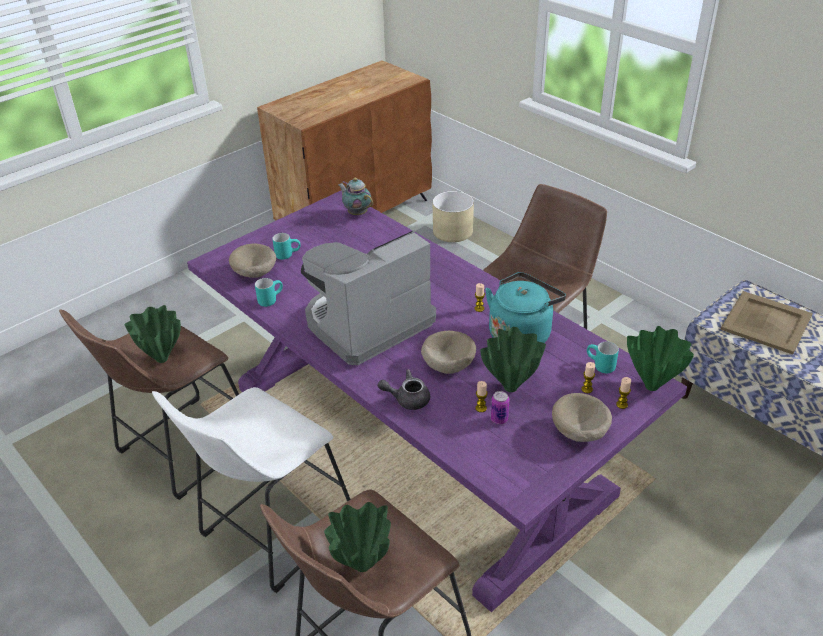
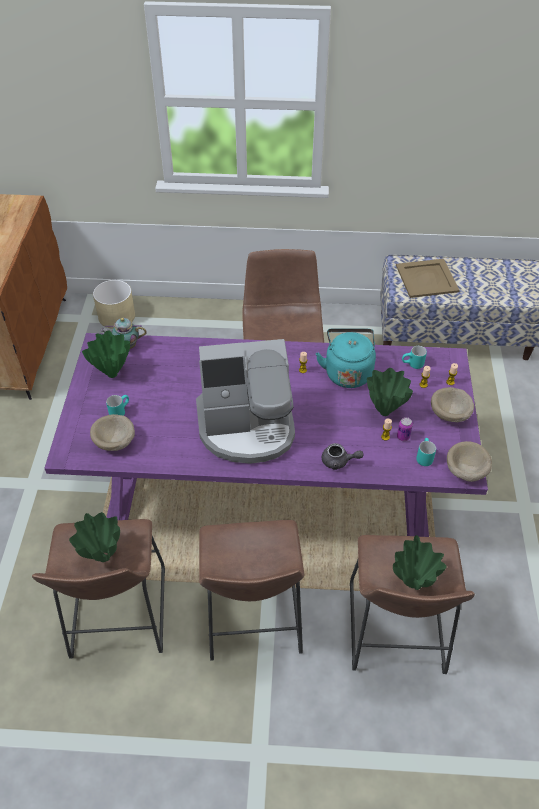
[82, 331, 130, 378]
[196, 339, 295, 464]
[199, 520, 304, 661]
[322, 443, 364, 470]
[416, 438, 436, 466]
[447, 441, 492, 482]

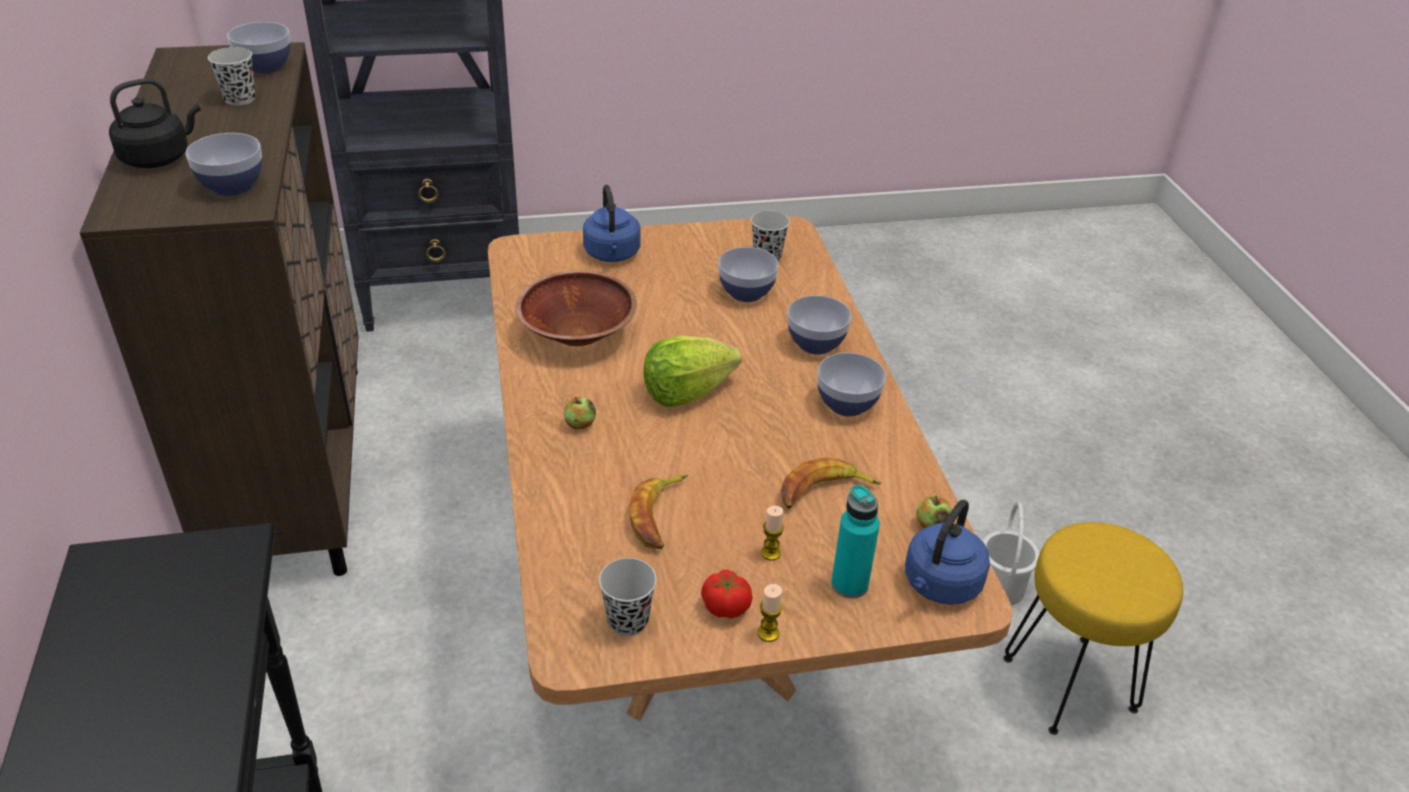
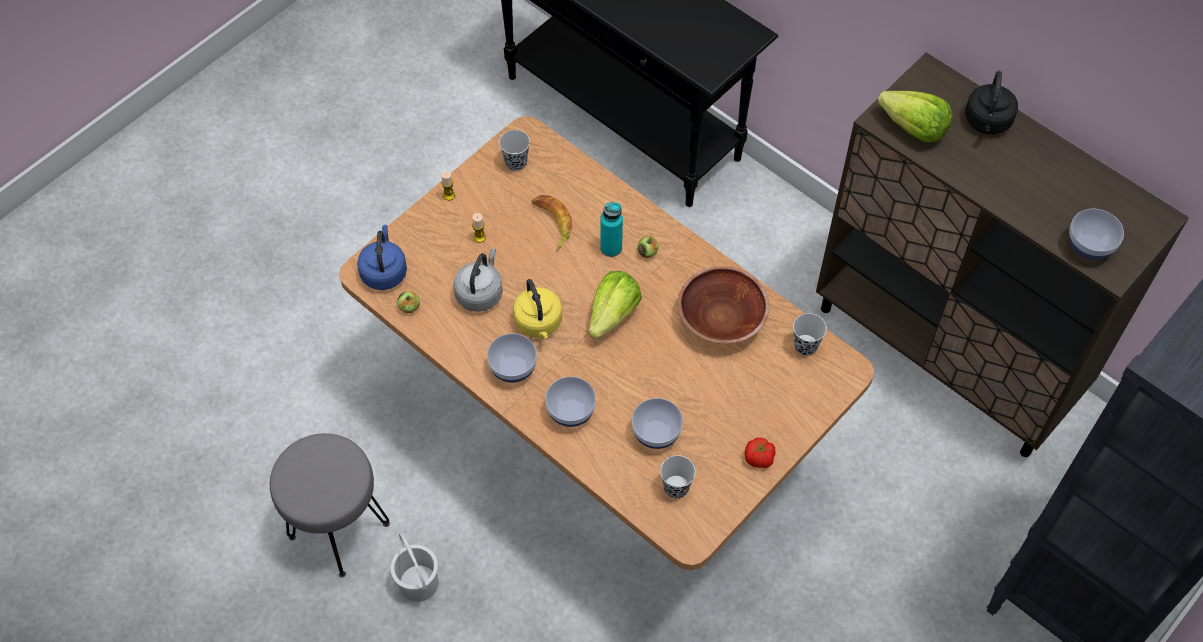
[270, 433, 390, 578]
[453, 248, 503, 312]
[513, 279, 562, 339]
[600, 202, 623, 257]
[745, 438, 776, 468]
[793, 313, 827, 356]
[877, 91, 953, 143]
[583, 184, 641, 262] (first image)

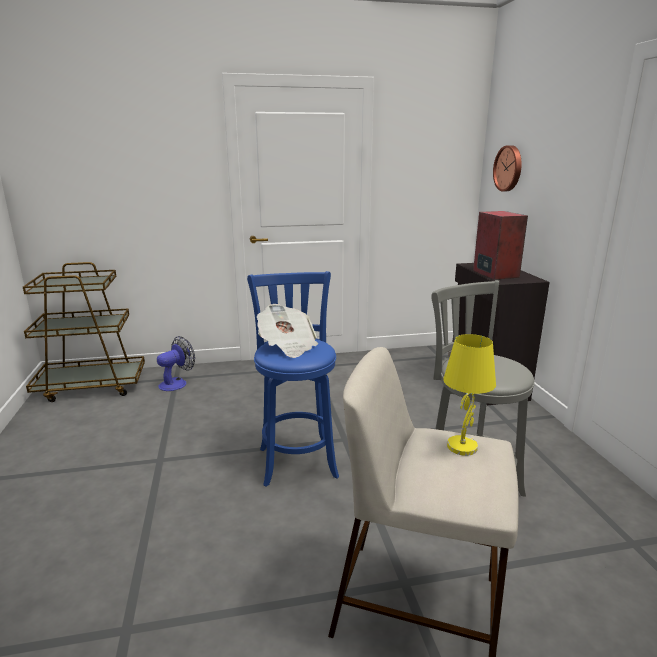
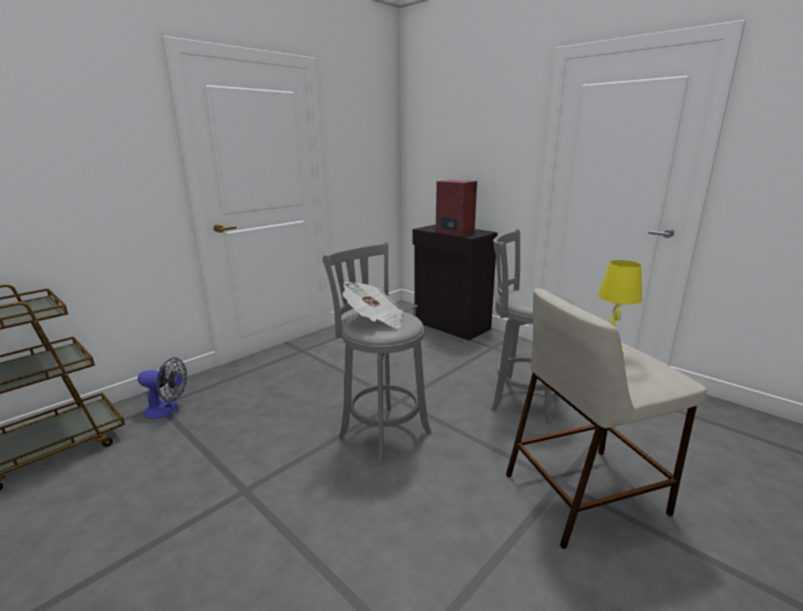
[138, 357, 187, 419]
[323, 242, 431, 466]
[493, 145, 522, 191] (first image)

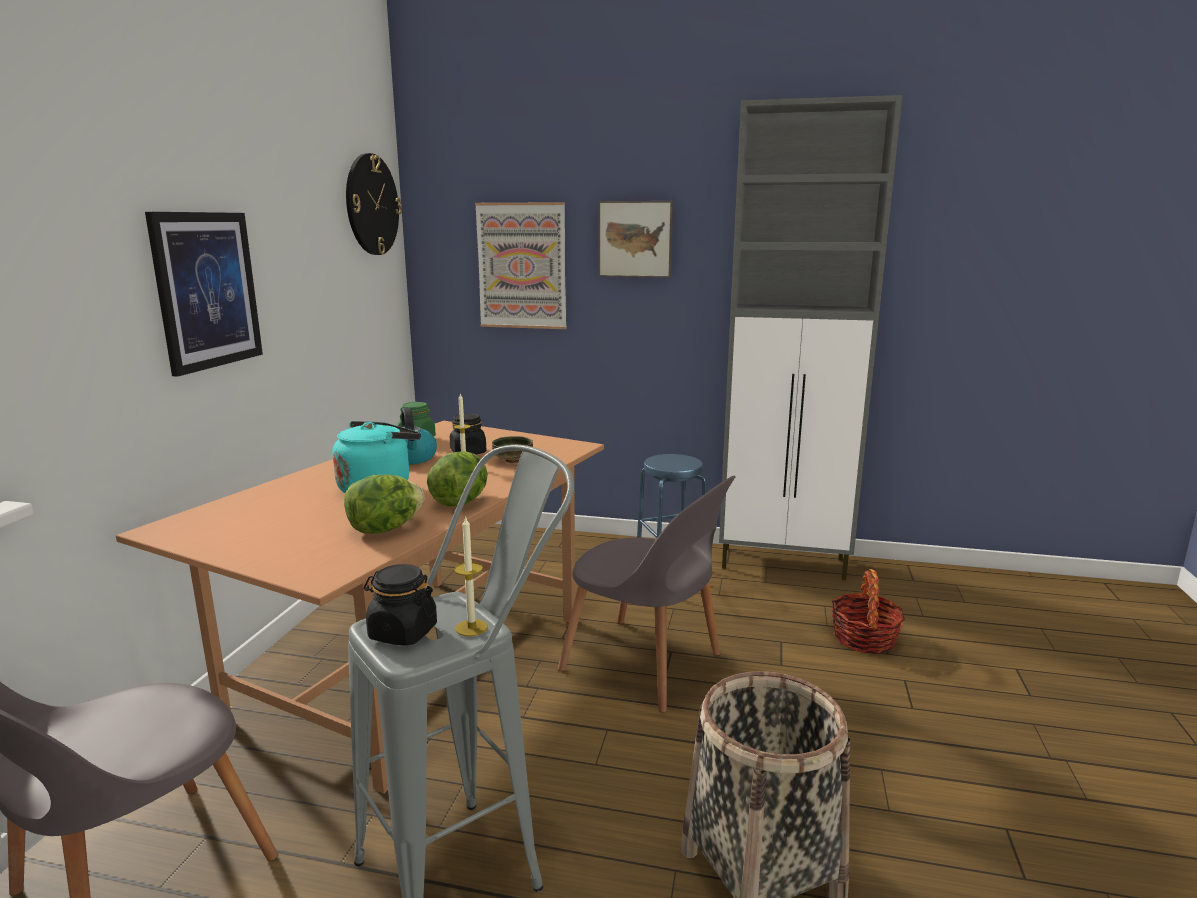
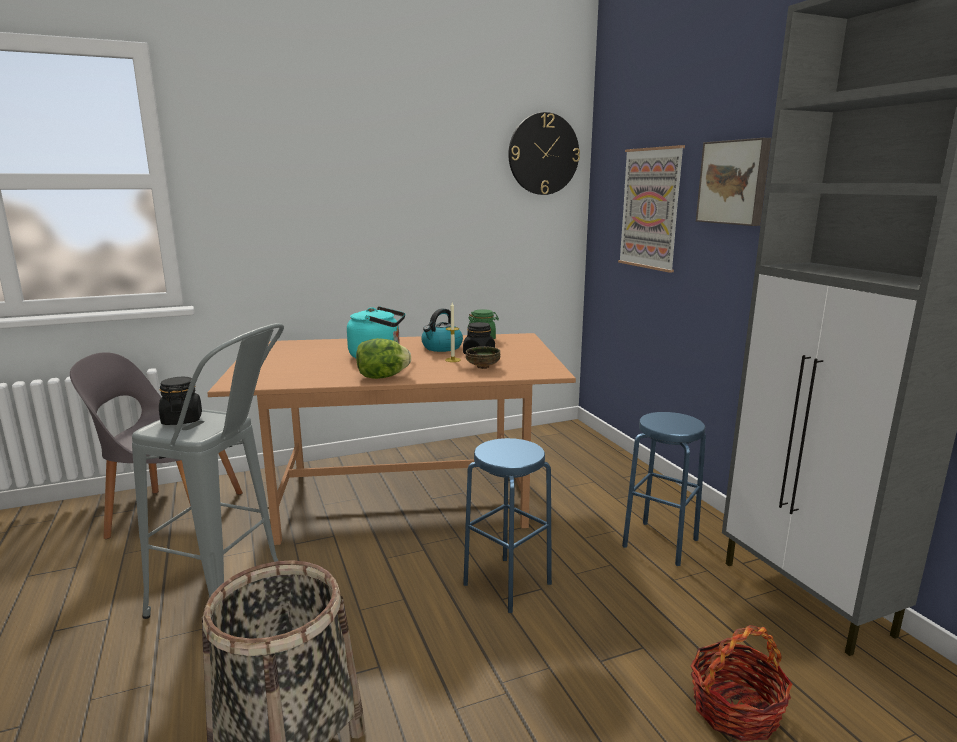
[463, 438, 552, 613]
[145, 212, 263, 377] (first image)
[344, 474, 424, 534] (first image)
[454, 516, 488, 636] (first image)

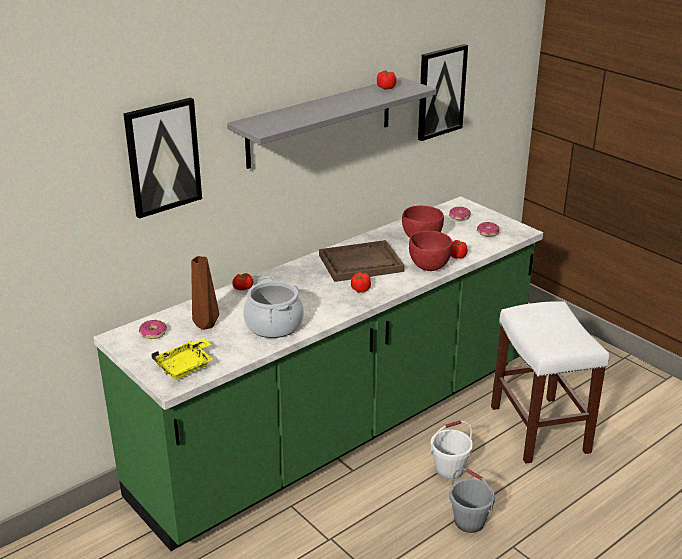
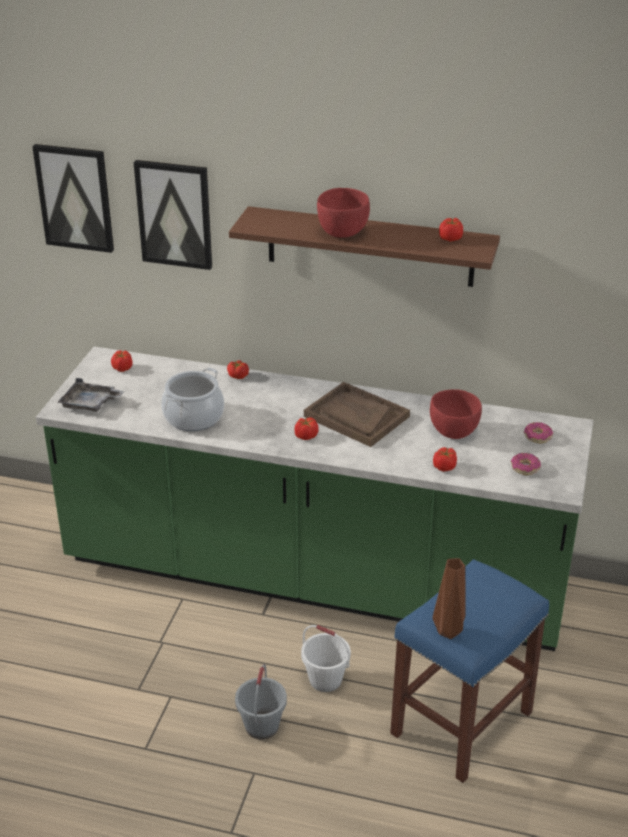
[32, 144, 114, 253]
[57, 378, 124, 412]
[111, 350, 133, 372]
[229, 206, 500, 287]
[317, 188, 370, 238]
[390, 559, 549, 783]
[433, 558, 466, 639]

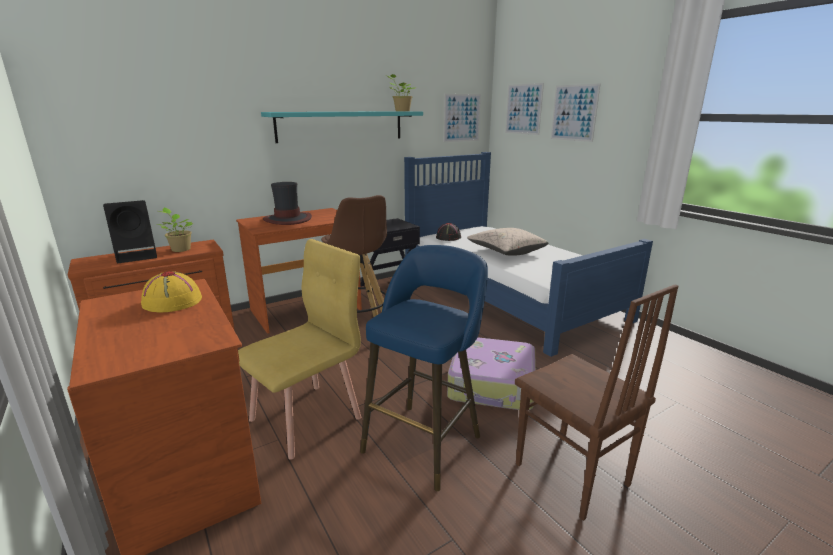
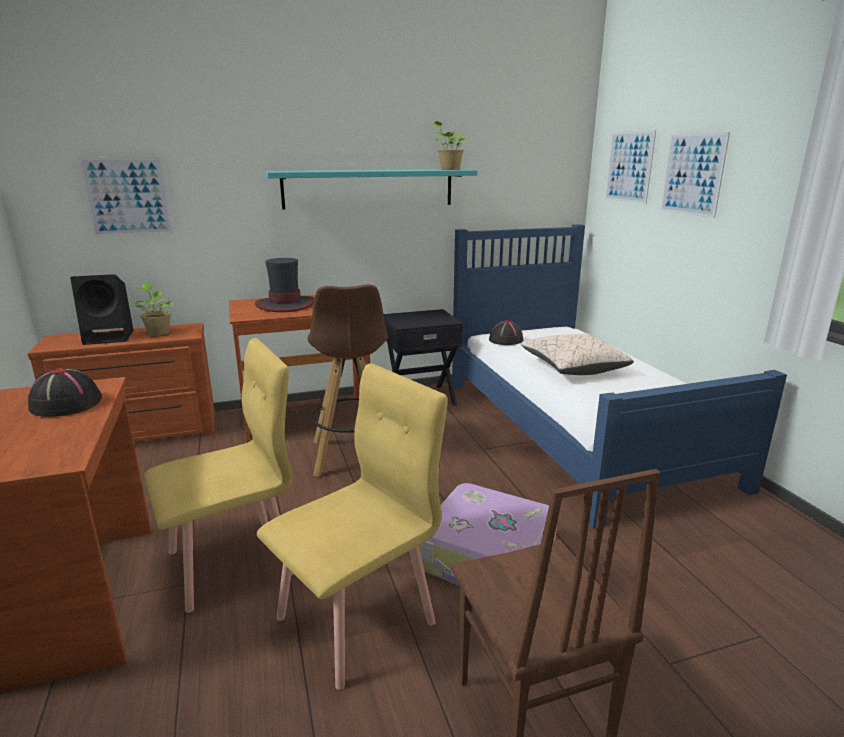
[28, 368, 102, 417]
[78, 157, 174, 237]
[257, 363, 447, 690]

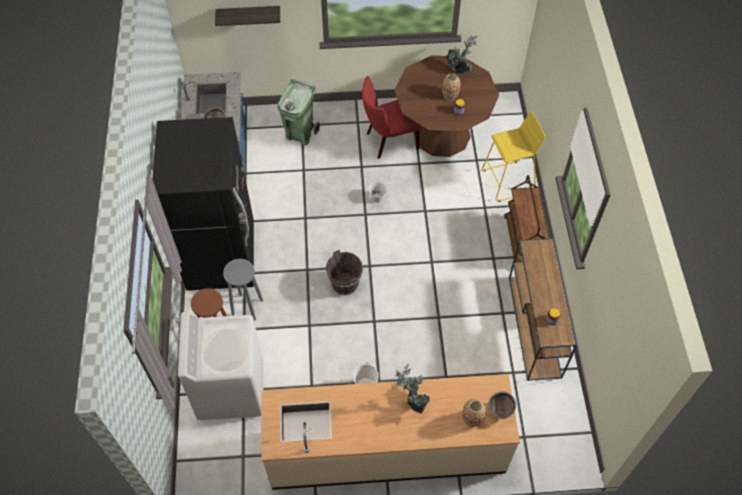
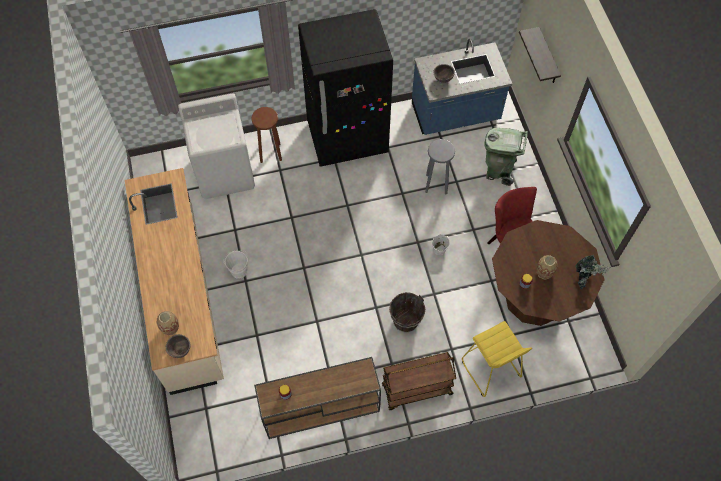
[389, 292, 425, 333]
[425, 139, 455, 194]
[395, 363, 430, 414] (first image)

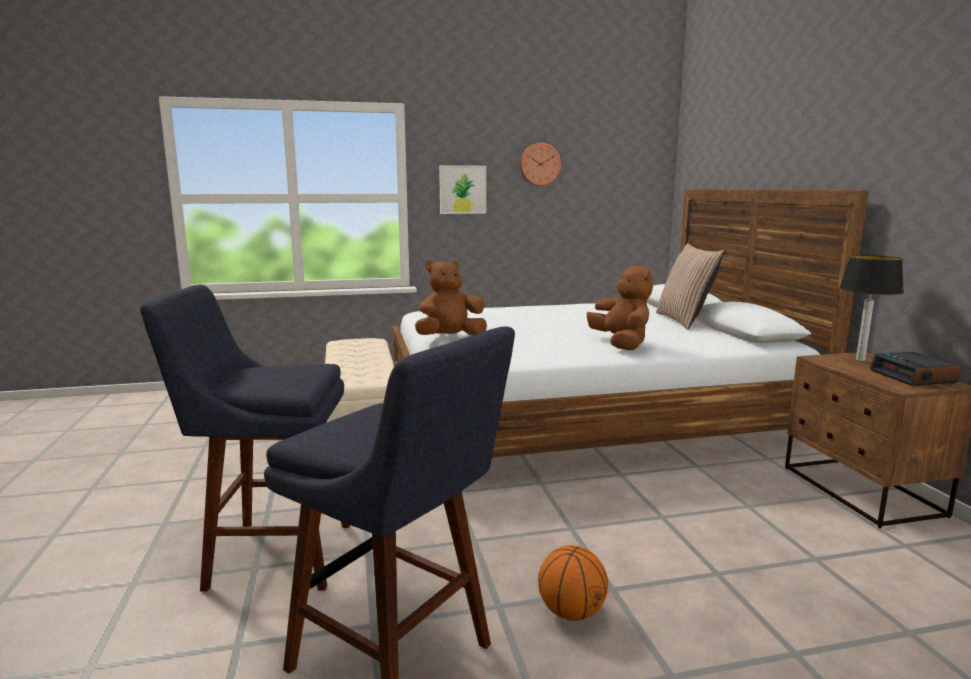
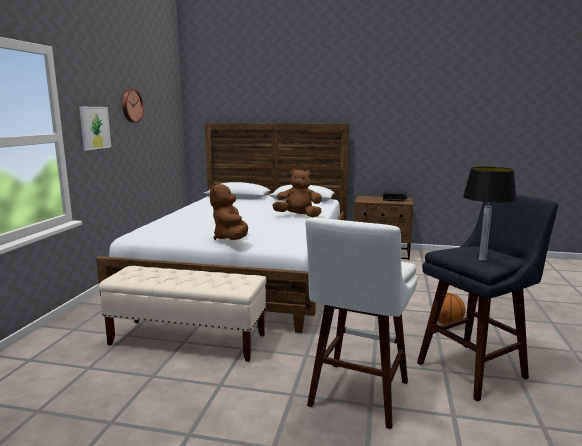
[306, 218, 418, 429]
[463, 167, 516, 261]
[656, 243, 725, 330] (first image)

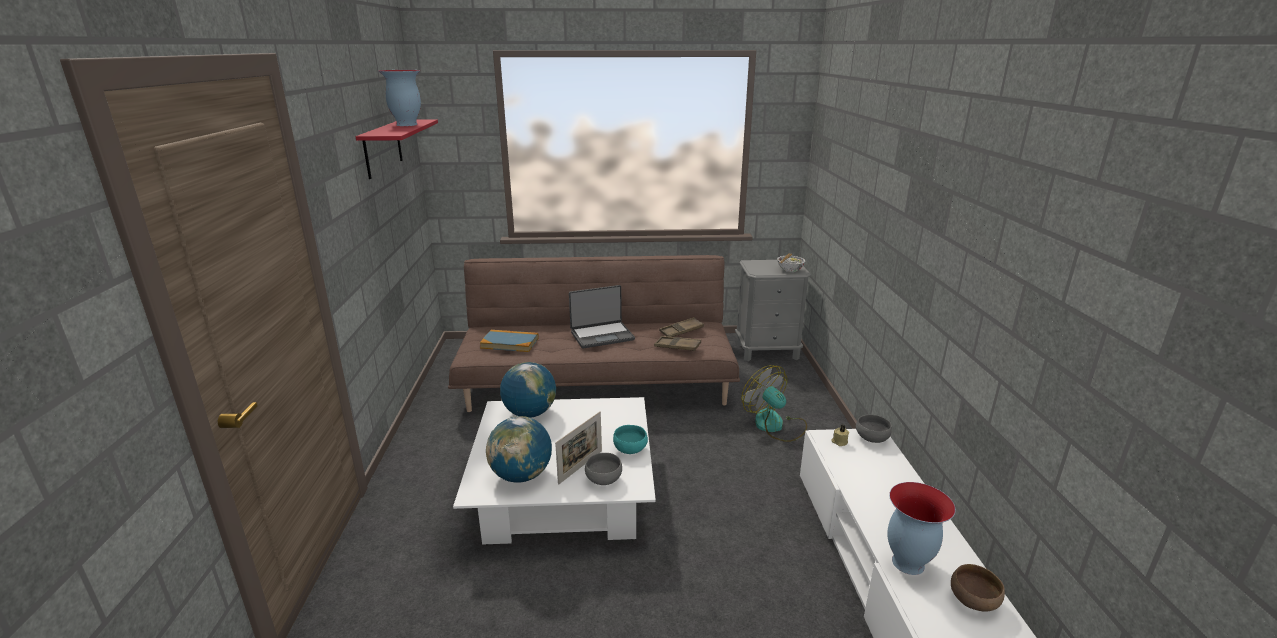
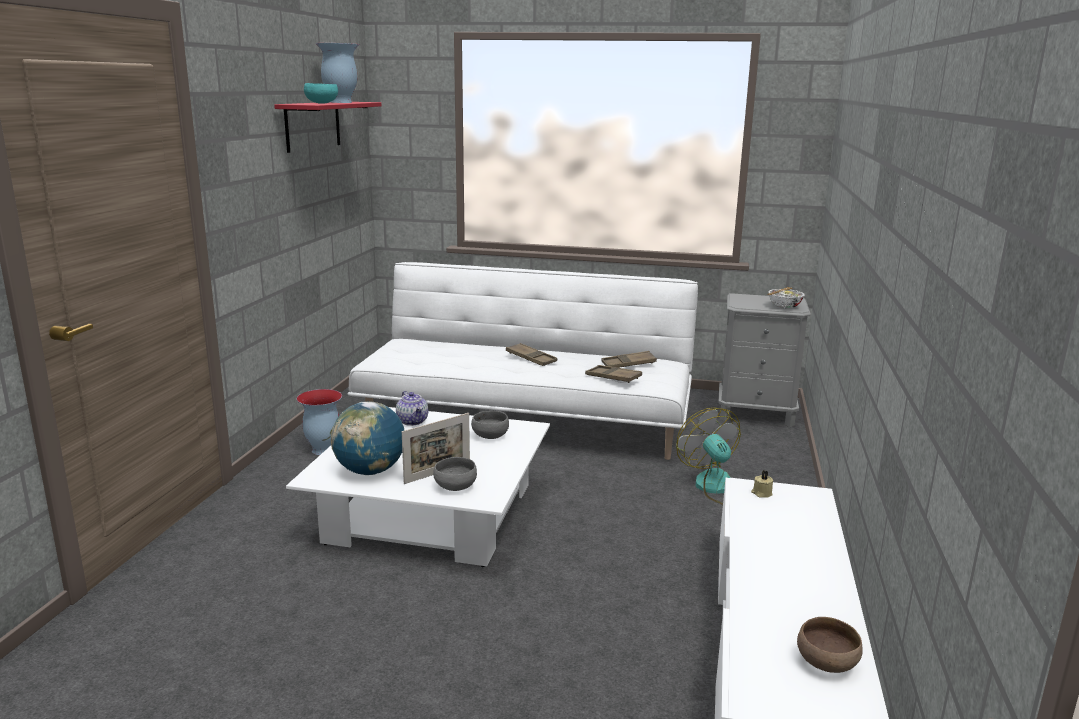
[297, 389, 342, 455]
[304, 83, 338, 104]
[348, 262, 698, 460]
[396, 391, 428, 426]
[471, 411, 509, 439]
[506, 343, 557, 366]
[480, 330, 539, 352] (first image)

